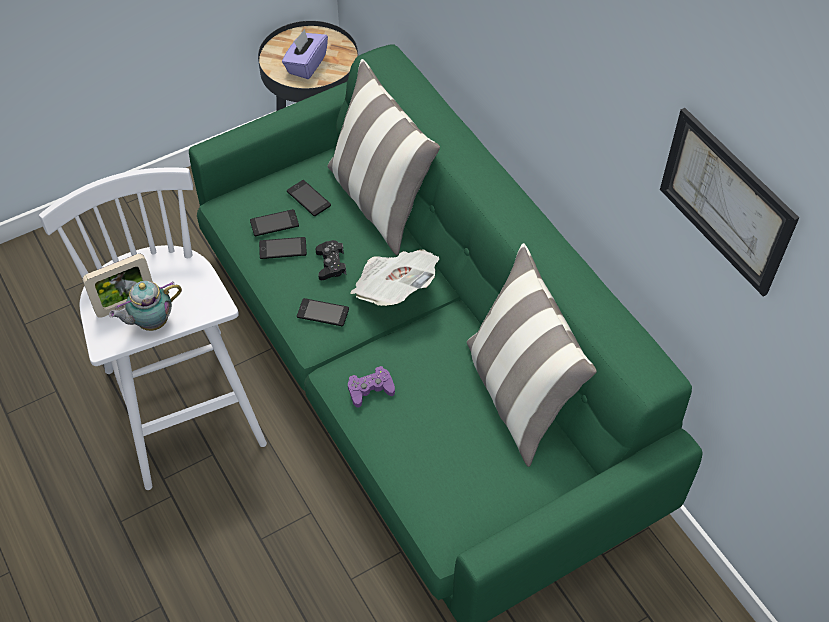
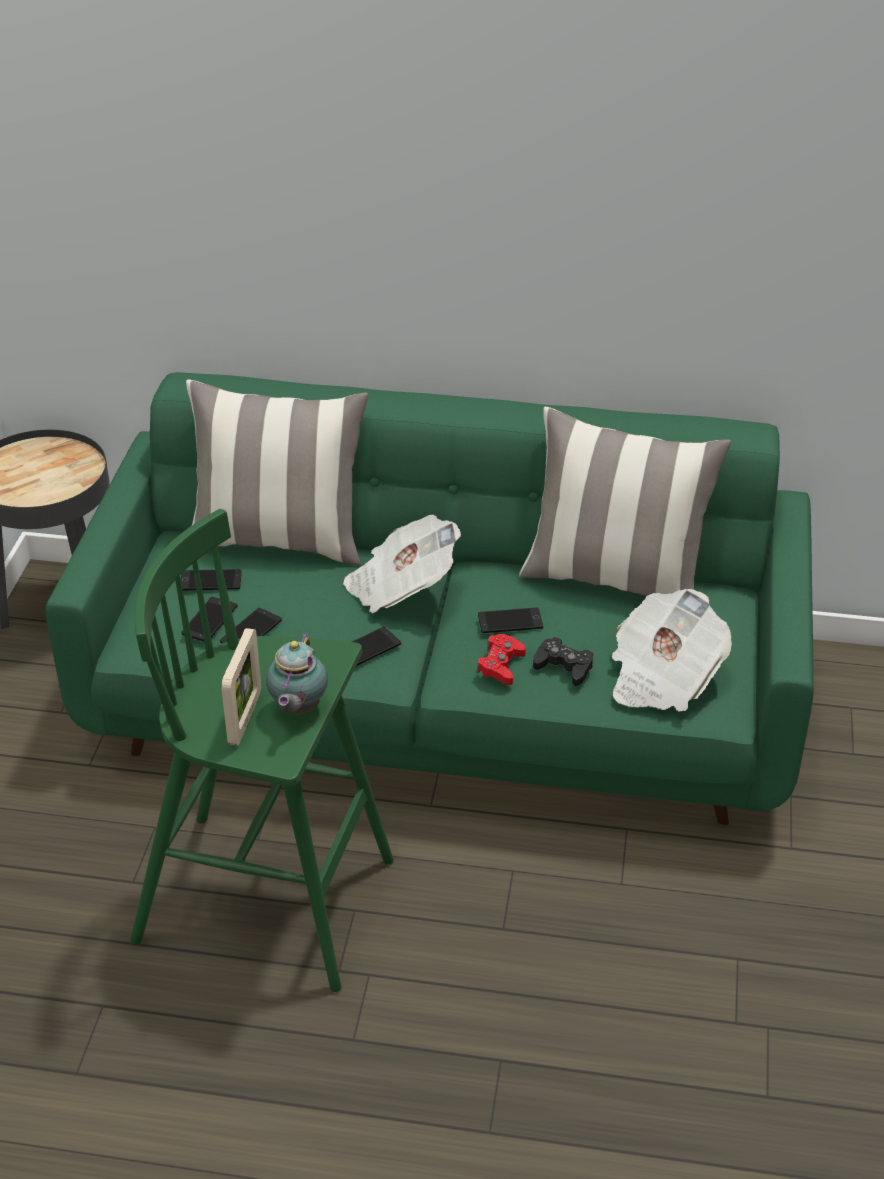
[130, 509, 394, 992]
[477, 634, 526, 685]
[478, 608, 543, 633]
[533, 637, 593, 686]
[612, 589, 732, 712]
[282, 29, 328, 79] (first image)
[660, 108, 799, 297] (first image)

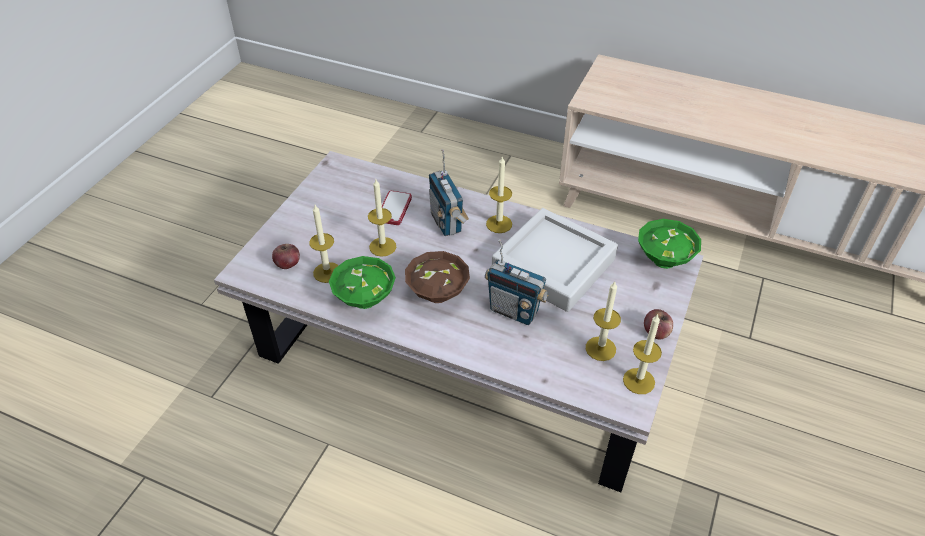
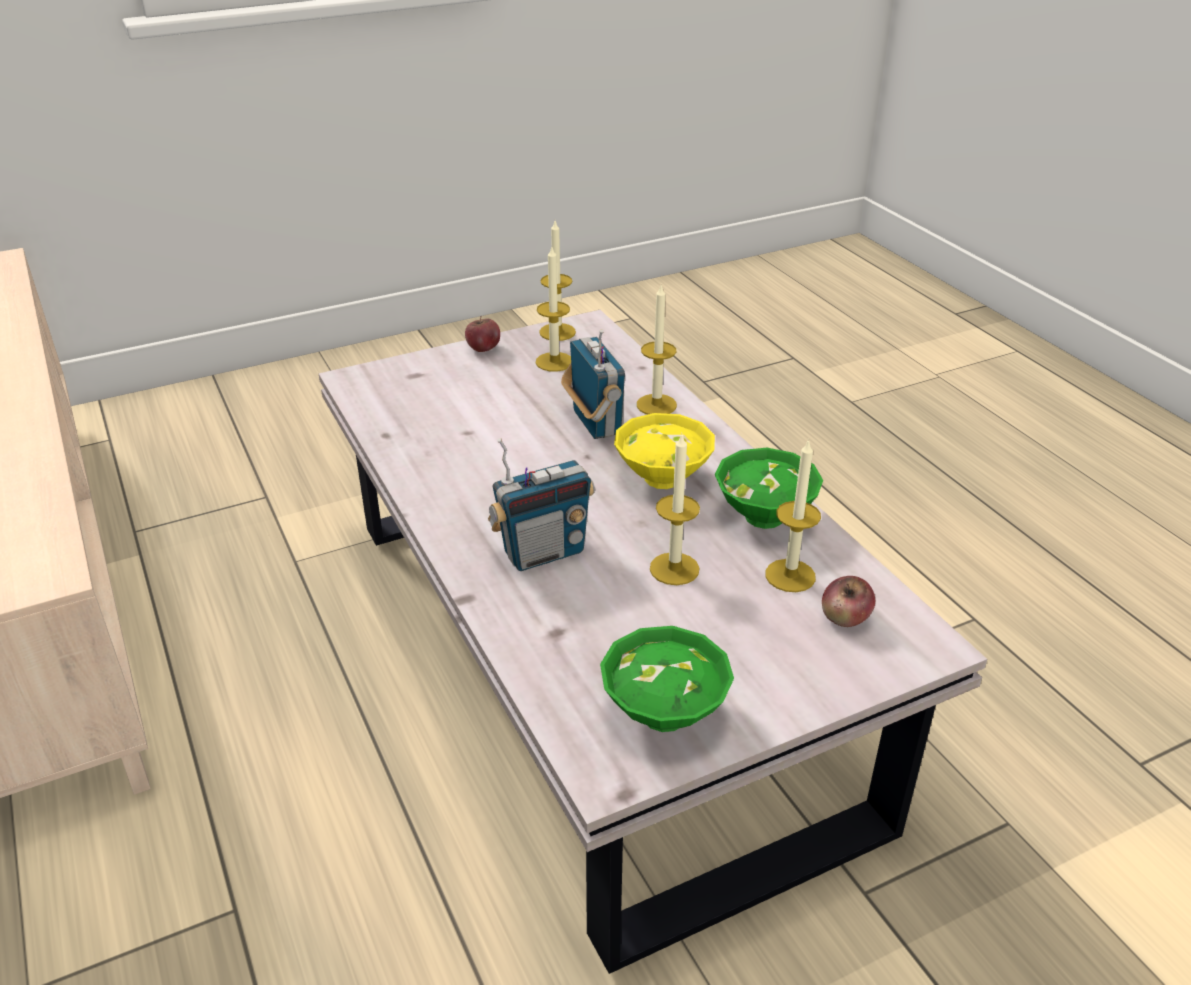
[488, 438, 595, 571]
[600, 626, 734, 732]
[614, 413, 715, 489]
[637, 286, 677, 414]
[382, 191, 412, 225] (first image)
[492, 208, 618, 312] (first image)

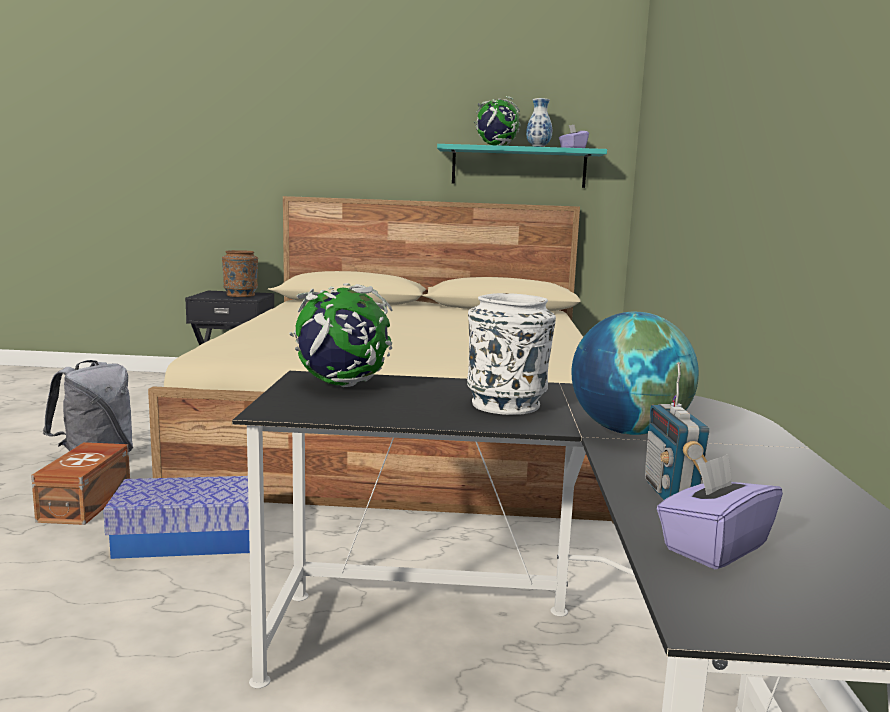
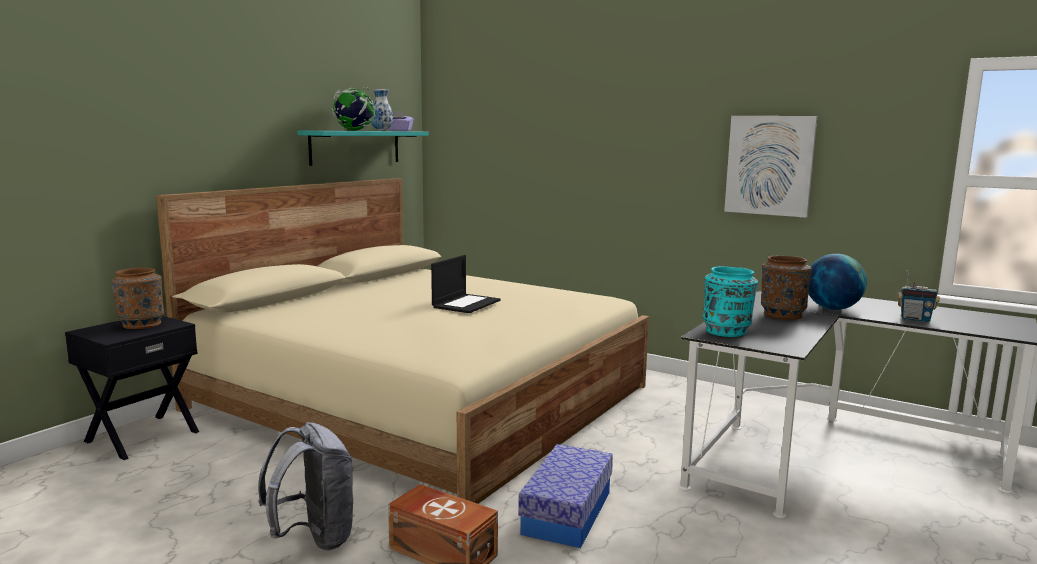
[431, 255, 501, 313]
[703, 266, 758, 337]
[724, 116, 818, 218]
[761, 255, 812, 320]
[657, 454, 783, 569] (first image)

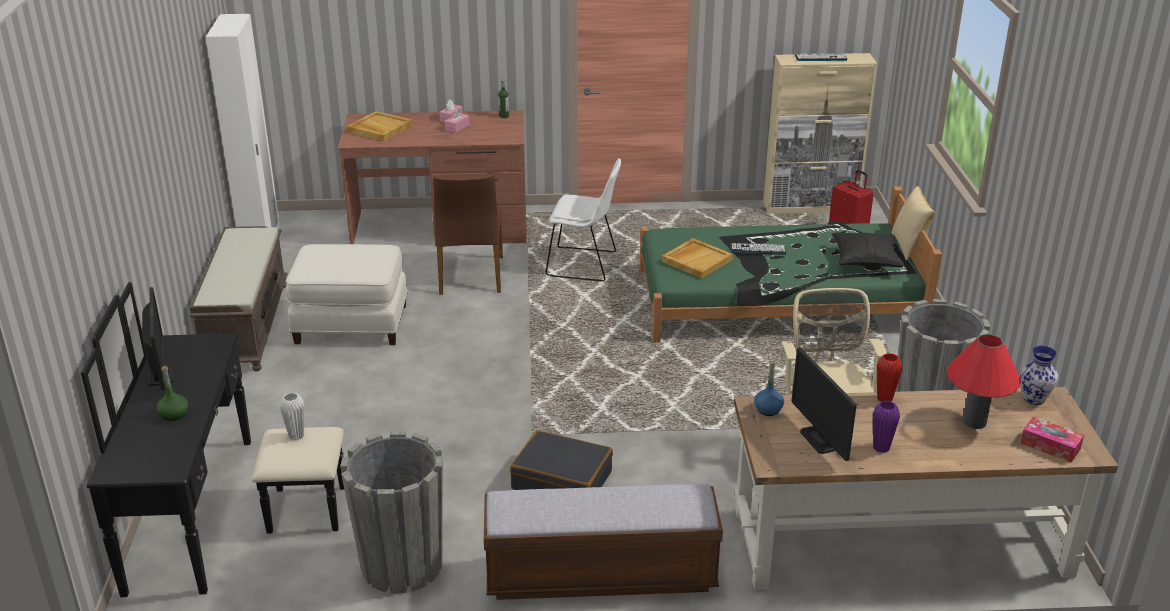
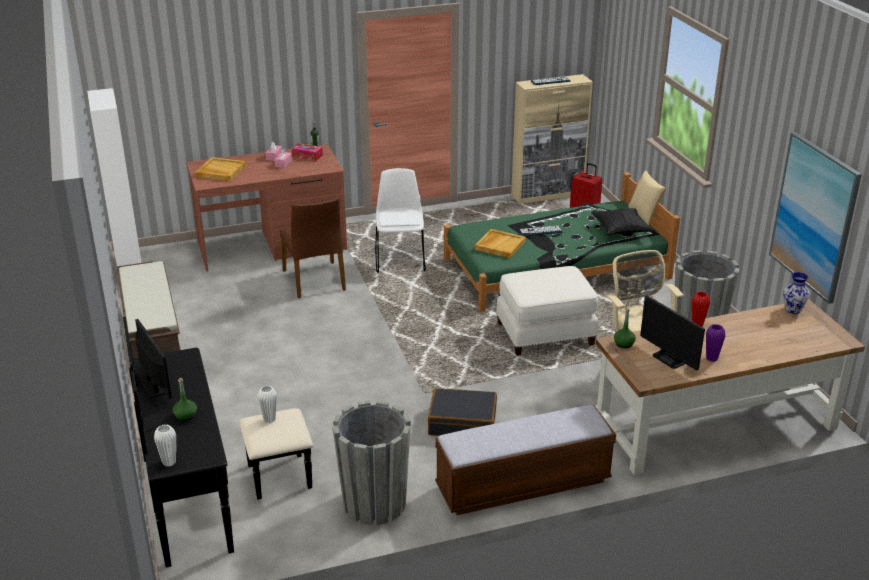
[154, 425, 176, 467]
[292, 143, 323, 161]
[375, 168, 426, 273]
[496, 266, 598, 356]
[614, 308, 636, 349]
[769, 132, 862, 304]
[947, 334, 1021, 429] (first image)

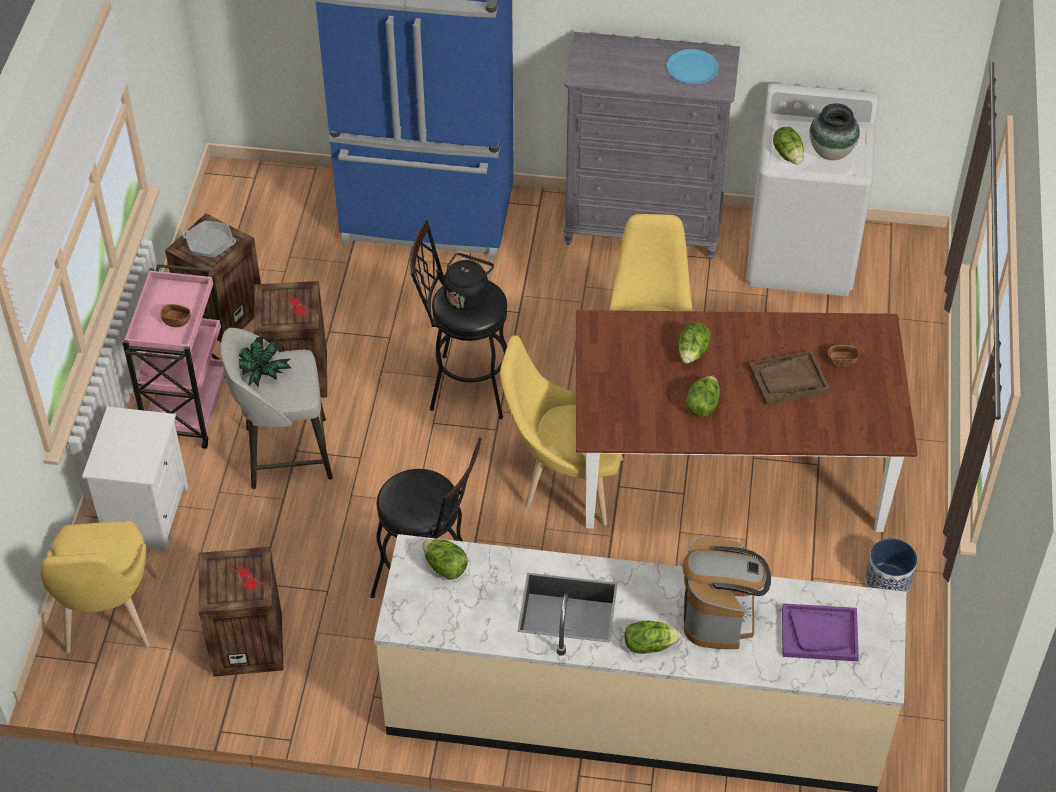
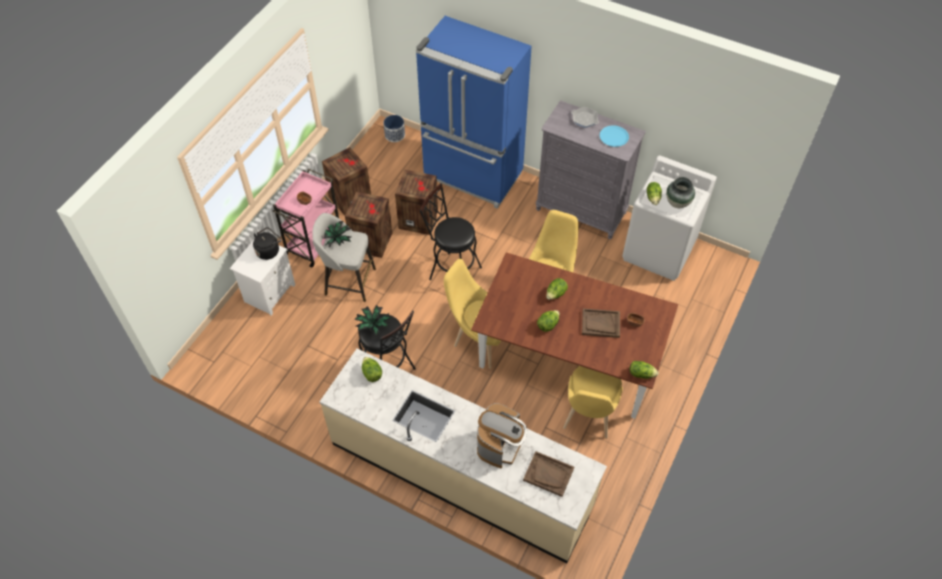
[253, 227, 281, 260]
[354, 305, 391, 336]
[383, 115, 405, 142]
[395, 170, 438, 235]
[523, 451, 574, 497]
[563, 366, 623, 439]
[571, 107, 599, 128]
[630, 361, 659, 379]

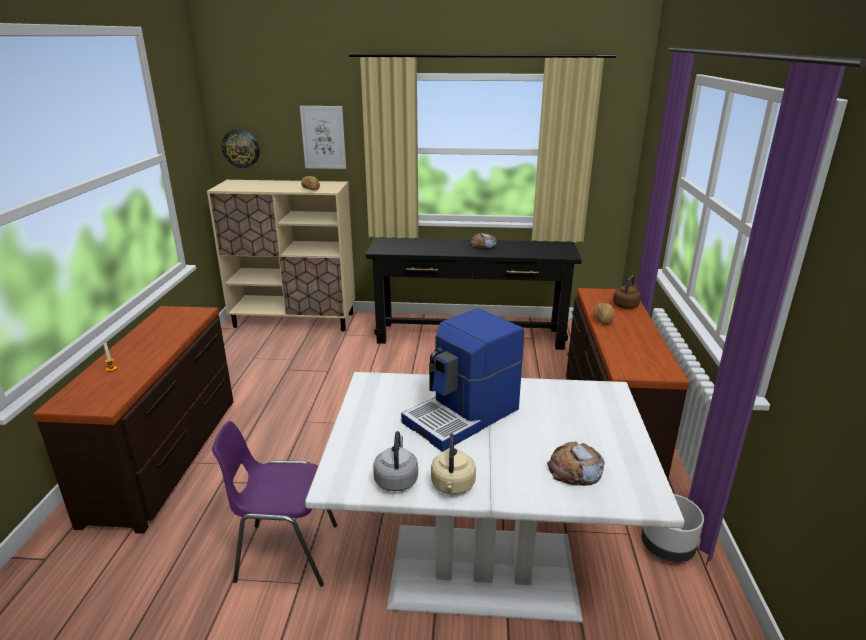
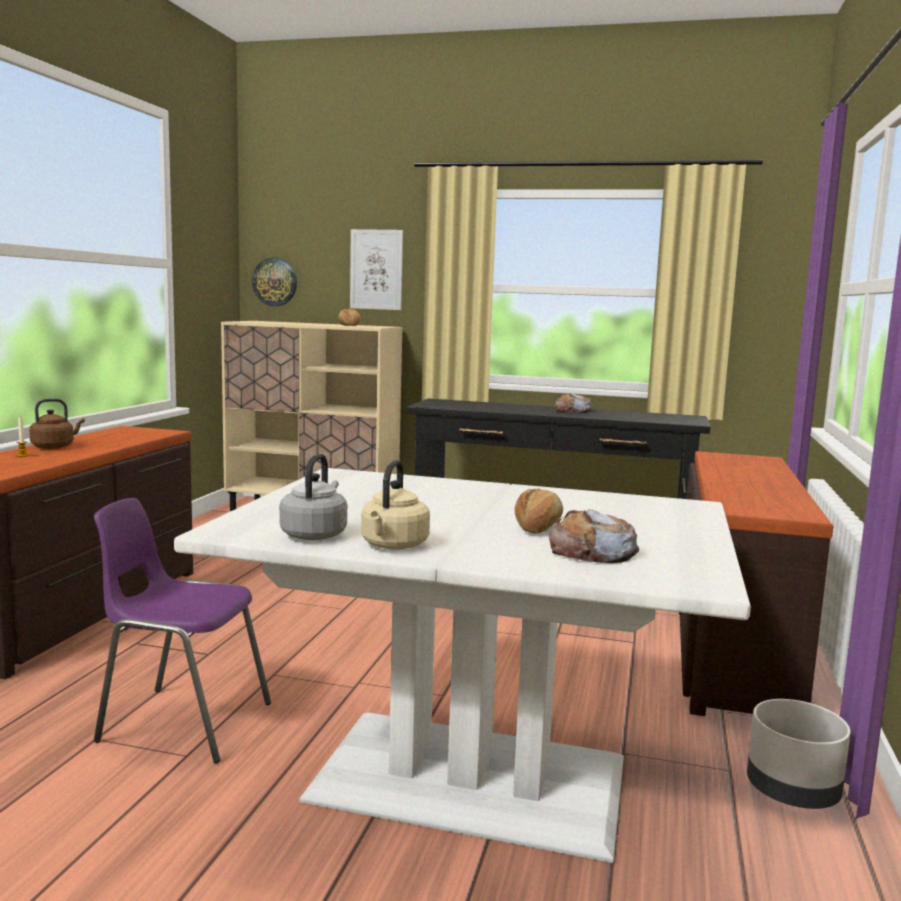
[29, 398, 85, 449]
[515, 489, 563, 533]
[401, 308, 524, 452] (first image)

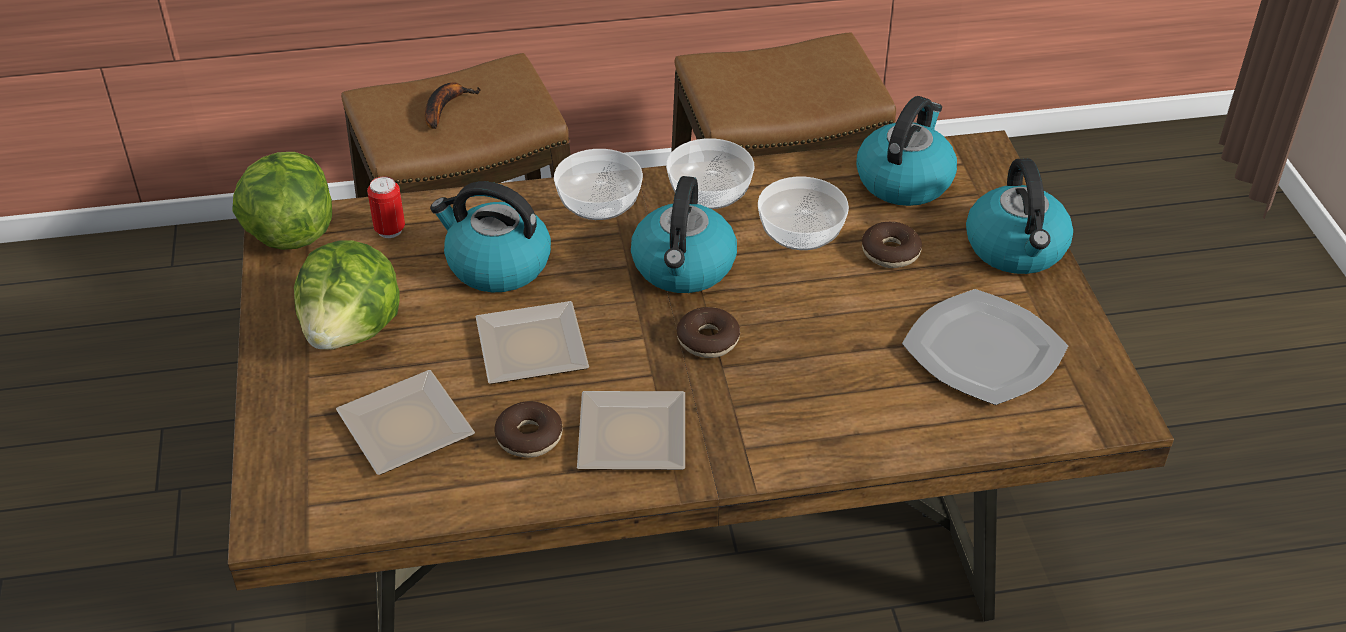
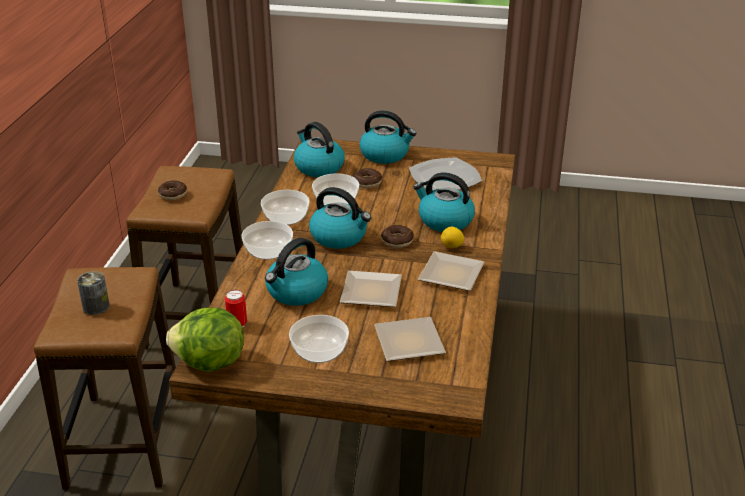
[77, 271, 110, 315]
[158, 180, 187, 200]
[289, 315, 349, 363]
[413, 172, 475, 232]
[441, 227, 464, 248]

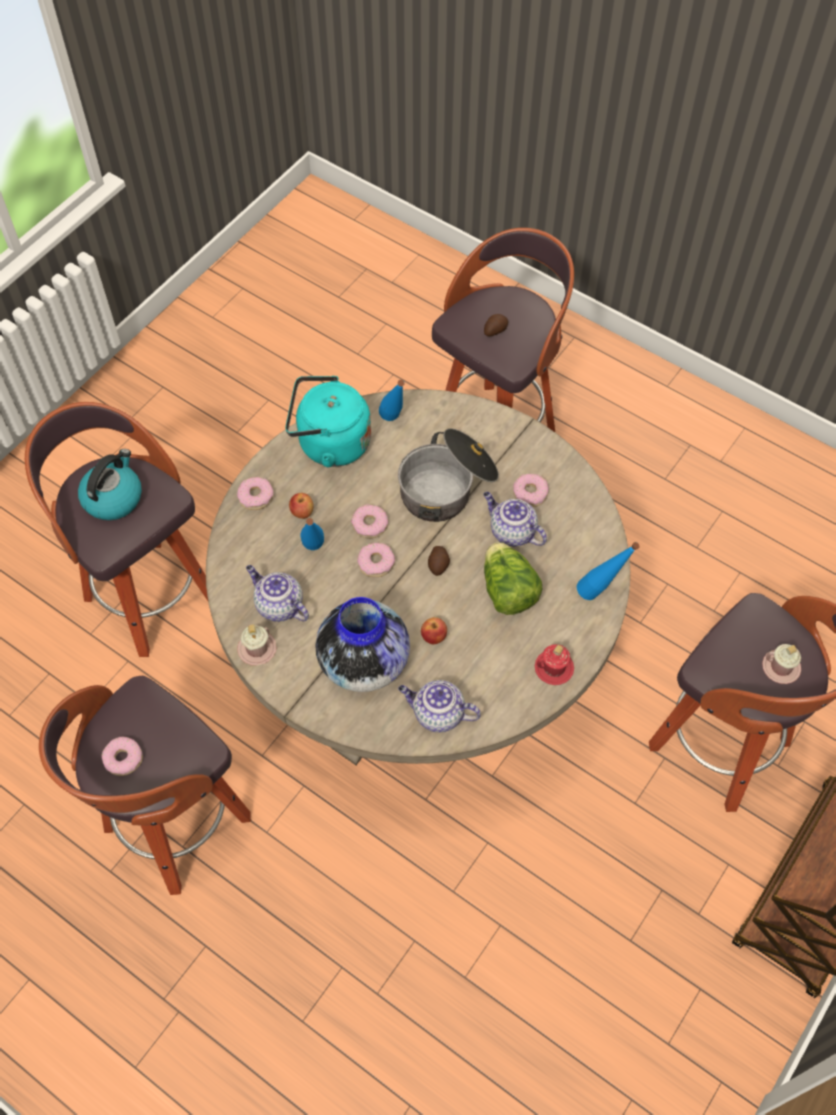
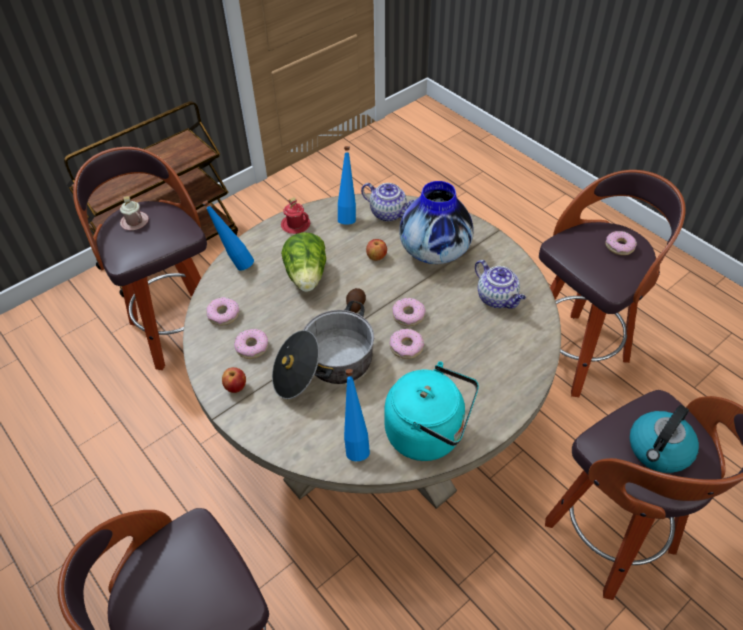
[206, 297, 239, 326]
[222, 367, 246, 393]
[338, 146, 356, 224]
[237, 625, 277, 666] (first image)
[483, 492, 547, 546] (first image)
[484, 314, 508, 336] (first image)

